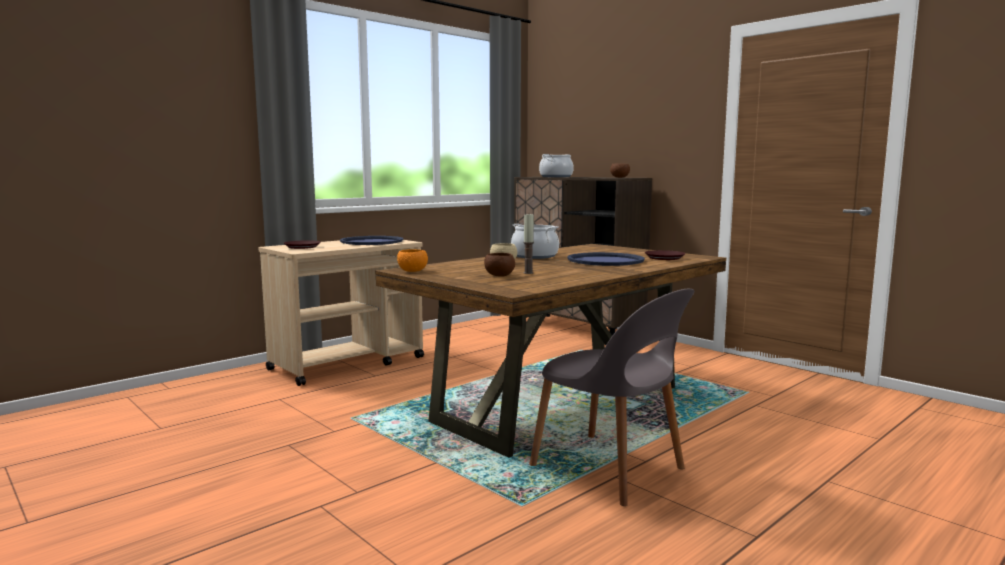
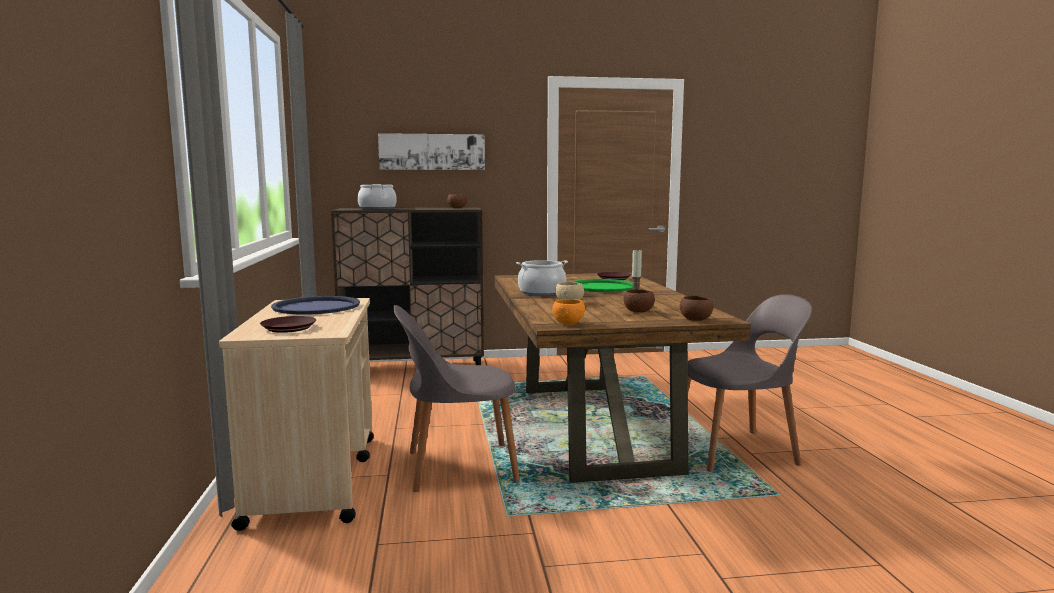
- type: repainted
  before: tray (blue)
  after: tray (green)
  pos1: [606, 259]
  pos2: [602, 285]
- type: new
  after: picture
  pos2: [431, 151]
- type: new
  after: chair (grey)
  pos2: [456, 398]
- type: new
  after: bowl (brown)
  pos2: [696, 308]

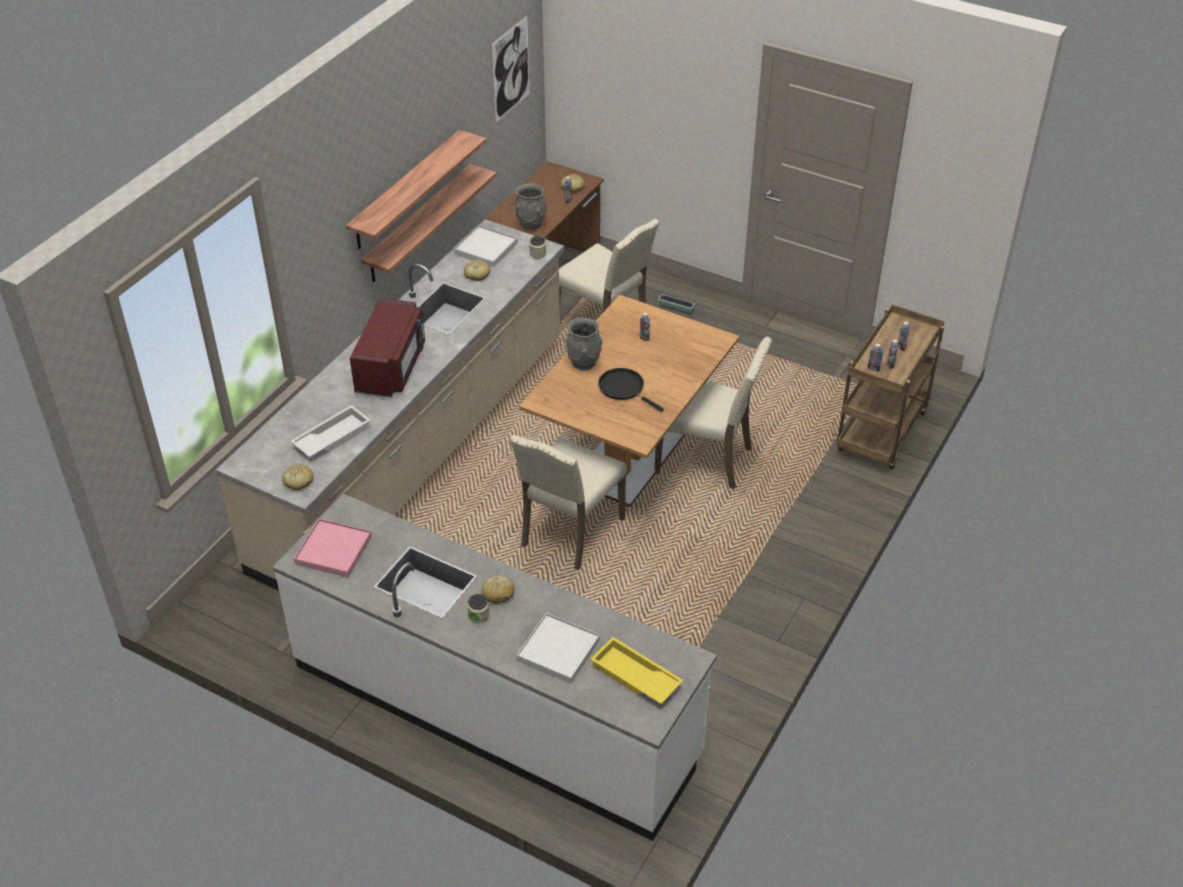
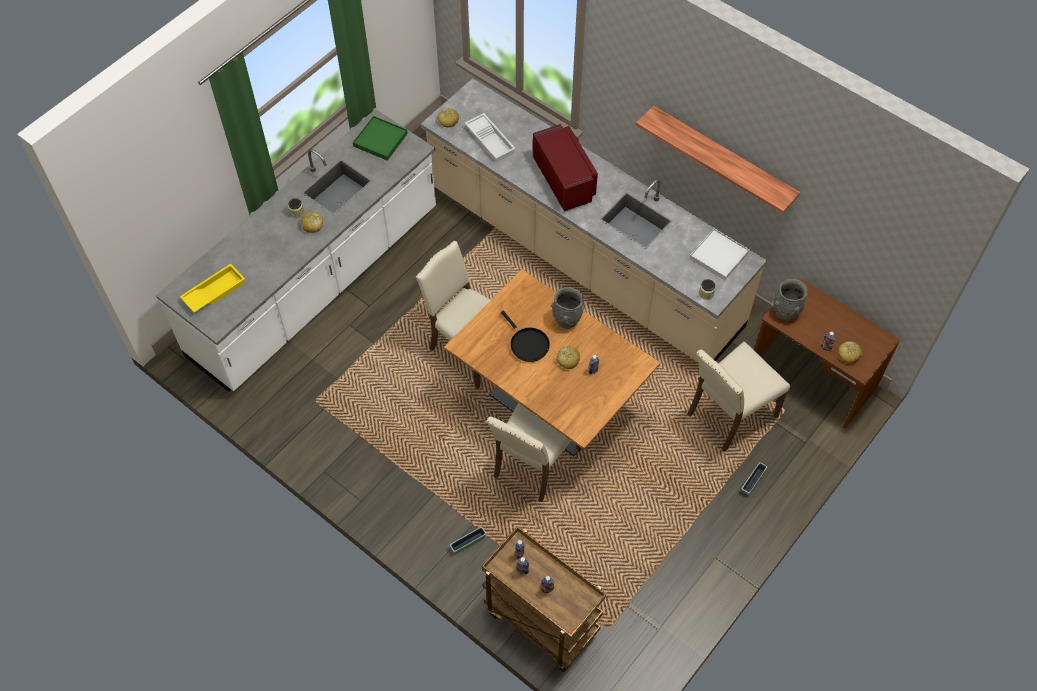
- type: repainted
  before: tray (pink)
  after: tray (green)
  pos1: [333, 548]
  pos2: [380, 138]
- type: rotated
  before: microwave (red)
  pos1: [387, 347]
  pos2: [565, 168]
  turn: -135
- type: gone
  before: shelf
  pos1: [429, 223]
- type: shifted
  before: bread
  pos1: [477, 270]
  pos2: [568, 357]
- type: gone
  before: picture
  pos1: [511, 69]
- type: gone
  before: tray (white)
  pos1: [558, 648]
- type: rotated
  before: frying pan (black)
  pos1: [631, 390]
  pos2: [525, 336]
  turn: 90
- type: new
  after: planter
  pos2: [468, 540]

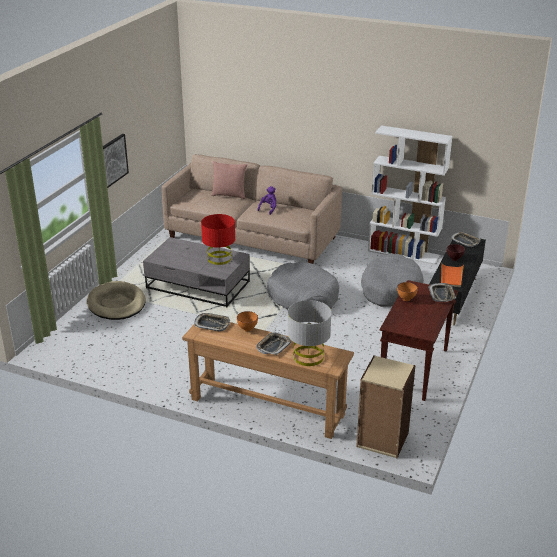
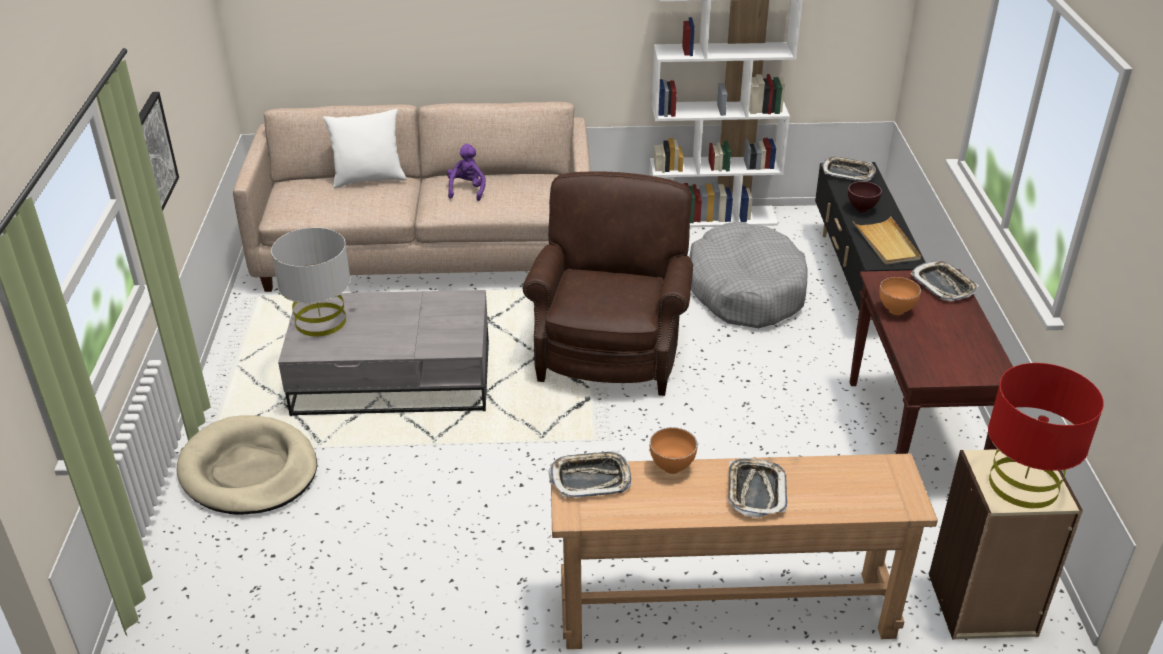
- type: shifted
  before: table lamp (red)
  pos1: [218, 239]
  pos2: [1046, 435]
- type: repainted
  before: pillow (pink)
  after: pillow (white)
  pos1: [229, 180]
  pos2: [365, 148]
- type: swapped
  before: dog bed (grey)
  after: armchair (brown)
  pos1: [303, 285]
  pos2: [608, 284]
- type: shifted
  before: table lamp (grey)
  pos1: [309, 333]
  pos2: [311, 282]
- type: repainted
  before: tray (orange)
  after: tray (beige)
  pos1: [452, 274]
  pos2: [887, 240]

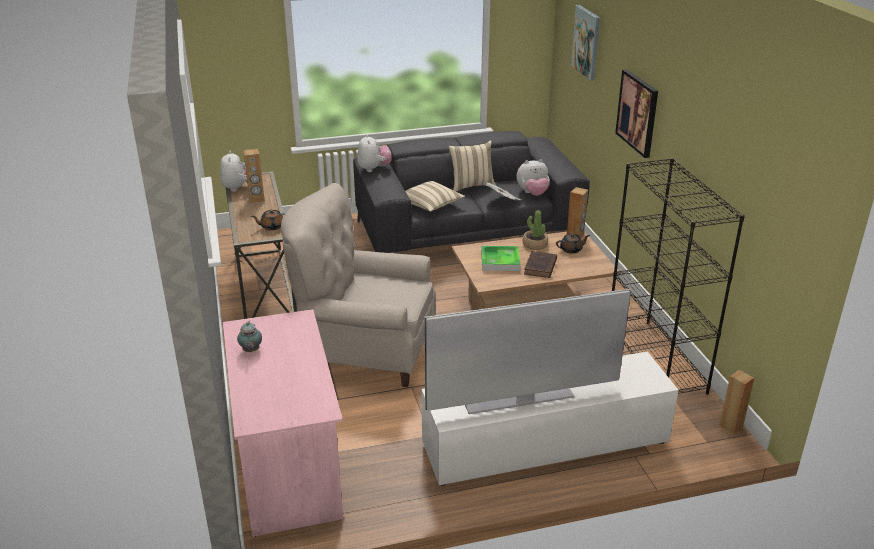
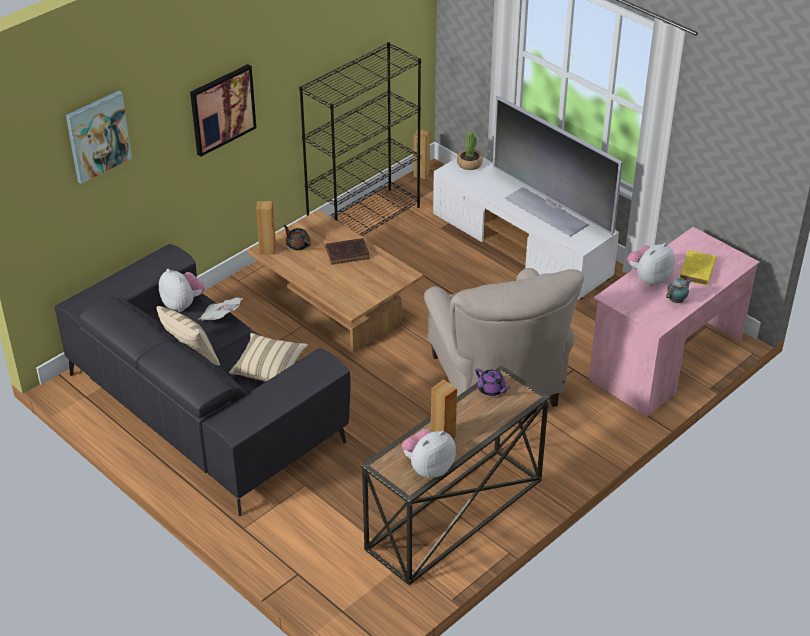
- type: repainted
  before: teapot (brown)
  after: teapot (purple)
  pos1: [268, 220]
  pos2: [492, 382]
- type: shifted
  before: plush toy
  pos1: [374, 153]
  pos2: [651, 264]
- type: gone
  before: tray
  pos1: [501, 258]
- type: shifted
  before: potted plant
  pos1: [535, 230]
  pos2: [470, 150]
- type: new
  after: book (yellow)
  pos2: [698, 268]

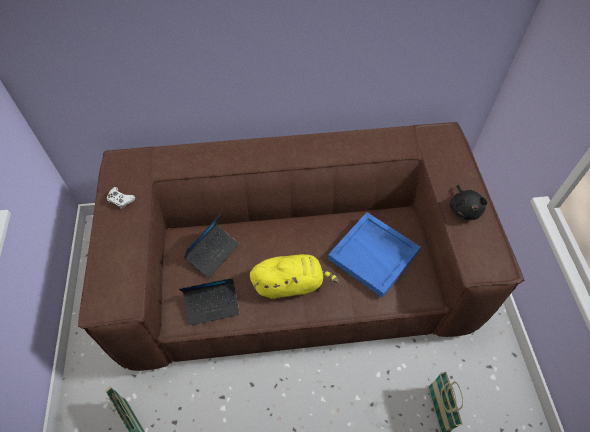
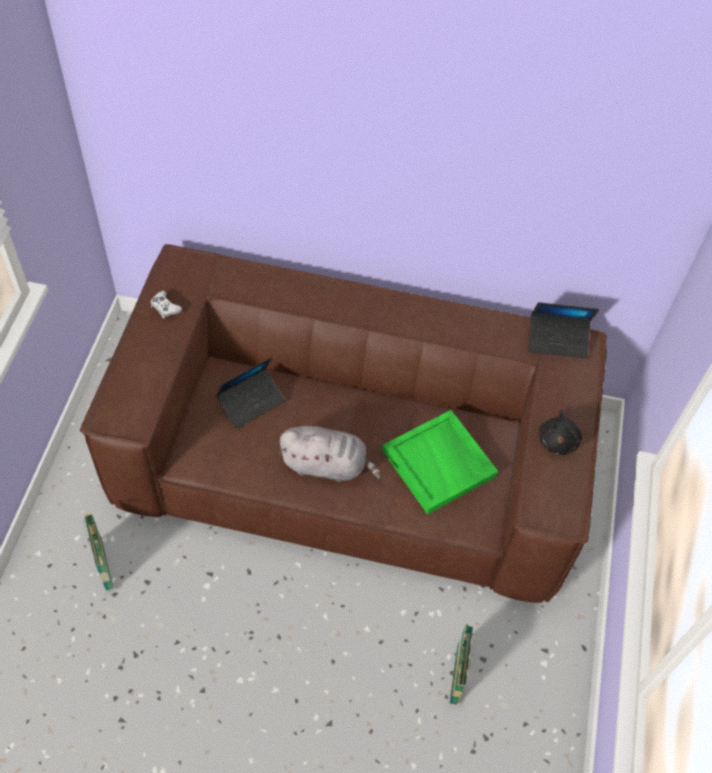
- type: shifted
  before: laptop
  pos1: [209, 302]
  pos2: [563, 330]
- type: repainted
  before: plush toy (yellow)
  after: plush toy (grey)
  pos1: [294, 276]
  pos2: [330, 454]
- type: repainted
  before: tray (blue)
  after: tray (green)
  pos1: [374, 255]
  pos2: [440, 462]

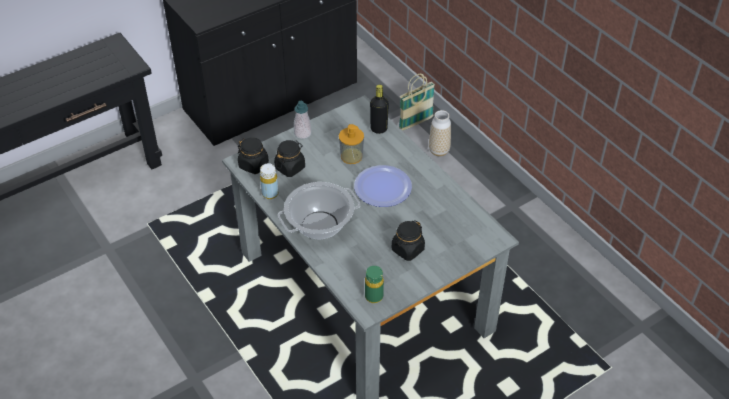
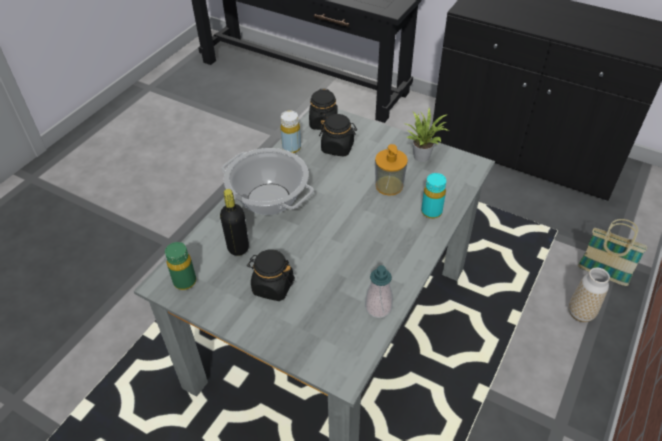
- type: shifted
  before: soap dispenser
  pos1: [303, 120]
  pos2: [379, 291]
- type: gone
  before: plate
  pos1: [383, 186]
- type: shifted
  before: bottle (black)
  pos1: [379, 109]
  pos2: [234, 222]
- type: new
  after: potted plant
  pos2: [428, 135]
- type: new
  after: bottle (turquoise)
  pos2: [433, 196]

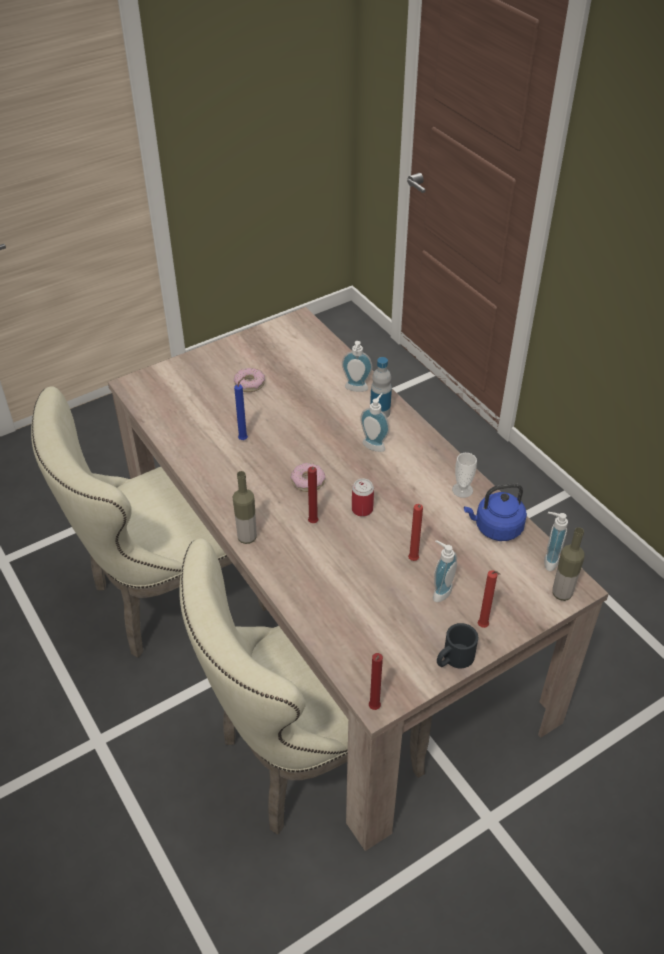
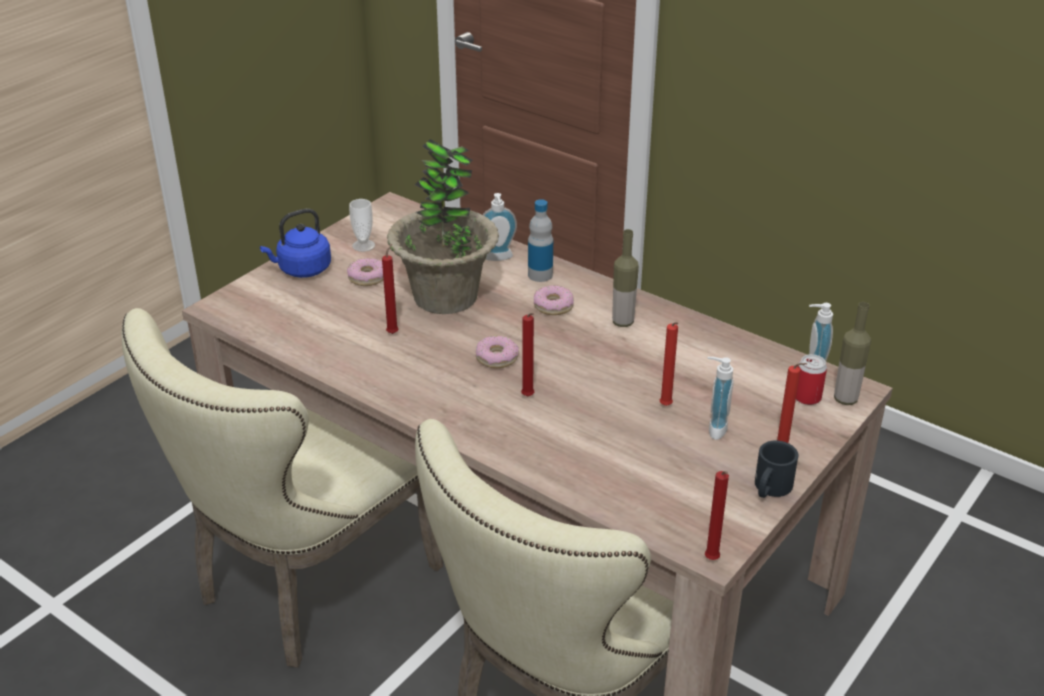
- type: shifted
  before: bottle
  pos1: [245, 507]
  pos2: [625, 278]
- type: repainted
  before: candle (blue)
  after: candle (red)
  pos1: [241, 408]
  pos2: [390, 289]
- type: shifted
  before: can
  pos1: [363, 498]
  pos2: [811, 379]
- type: swapped
  before: soap dispenser
  after: donut
  pos1: [374, 422]
  pos2: [554, 300]
- type: shifted
  before: cup
  pos1: [464, 475]
  pos2: [362, 225]
- type: shifted
  before: kettle (blue)
  pos1: [495, 512]
  pos2: [295, 243]
- type: new
  after: potted plant
  pos2: [443, 226]

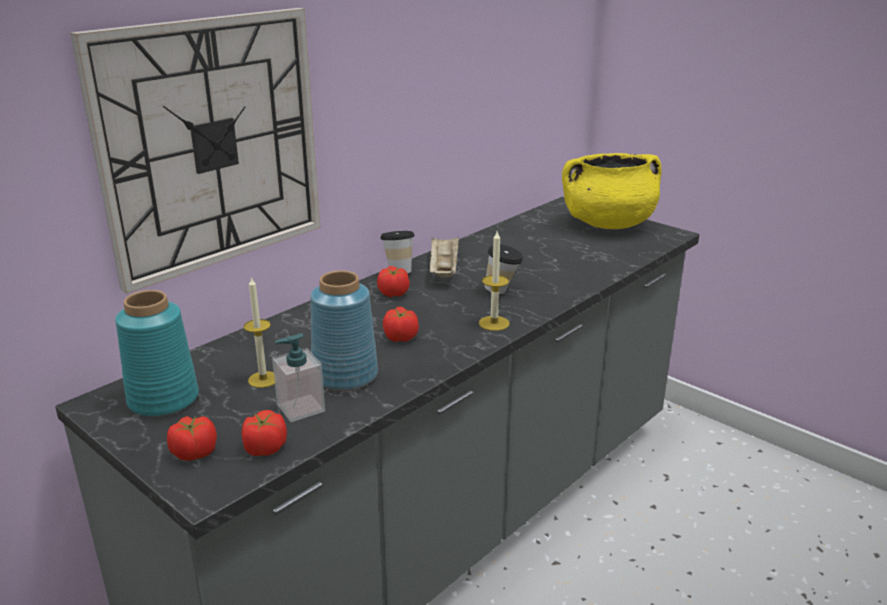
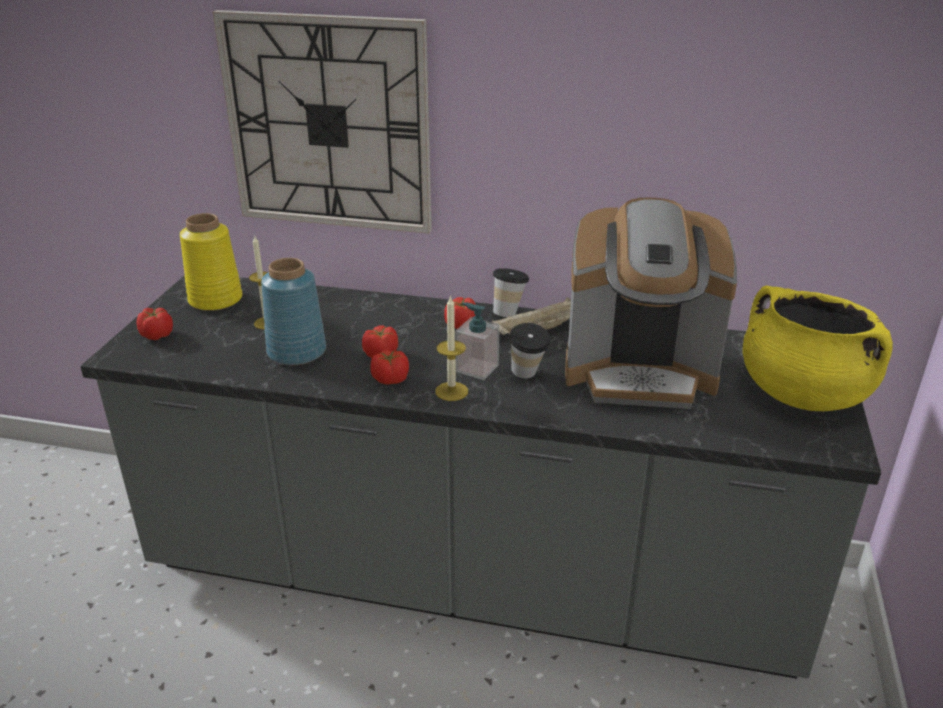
- type: repainted
  before: vase (turquoise)
  after: vase (yellow)
  pos1: [157, 353]
  pos2: [211, 262]
- type: shifted
  before: tomato
  pos1: [264, 433]
  pos2: [389, 367]
- type: shifted
  before: soap dispenser
  pos1: [298, 377]
  pos2: [478, 341]
- type: new
  after: coffee machine
  pos2: [651, 303]

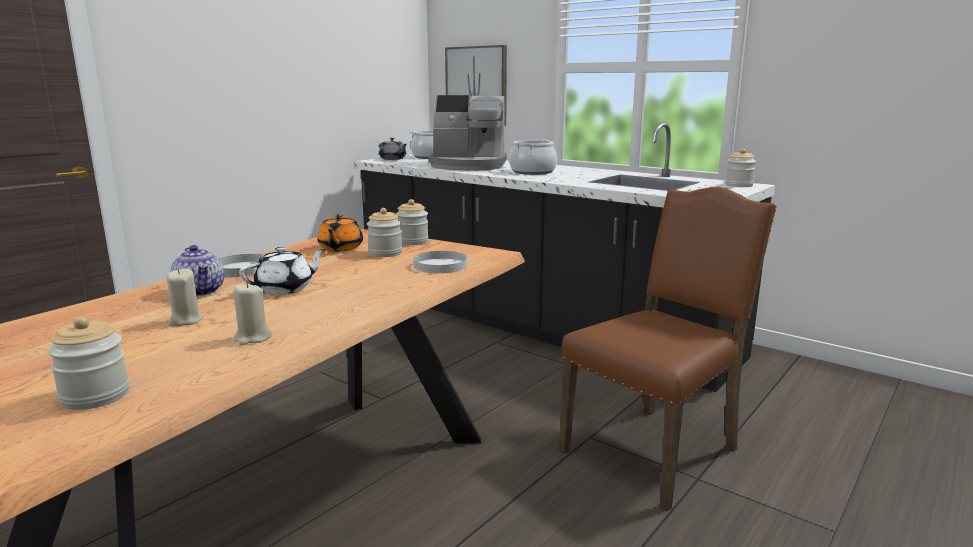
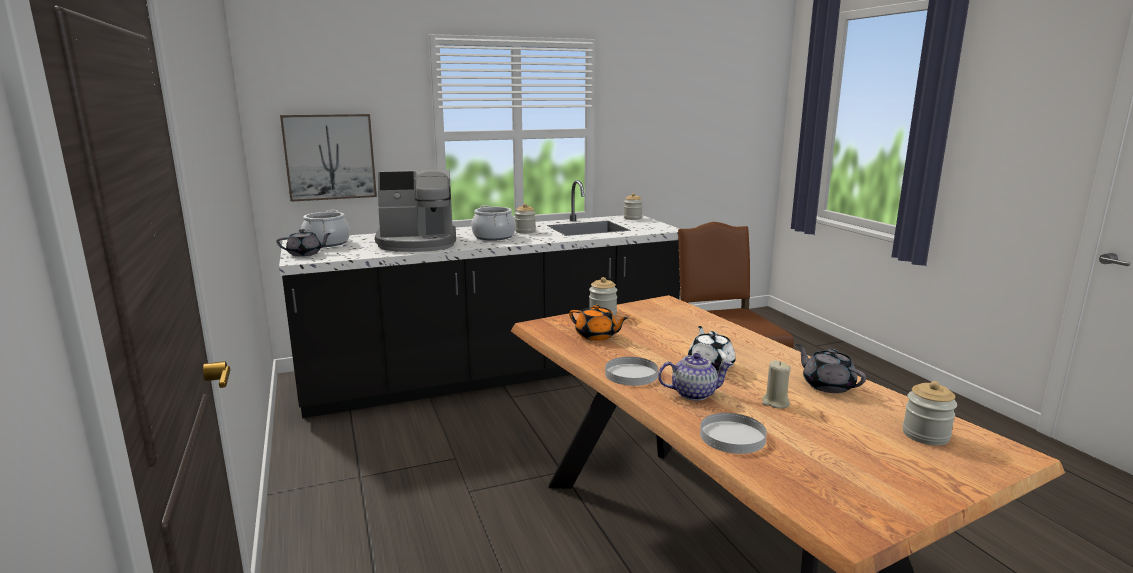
- type: swapped
  before: candle (beige)
  after: teapot (grey)
  pos1: [252, 313]
  pos2: [831, 368]
- type: shifted
  before: jar
  pos1: [384, 232]
  pos2: [525, 218]
- type: shifted
  before: plate (white)
  pos1: [440, 262]
  pos2: [733, 433]
- type: rotated
  before: coffee machine
  pos1: [467, 132]
  pos2: [415, 211]
  turn: 45

